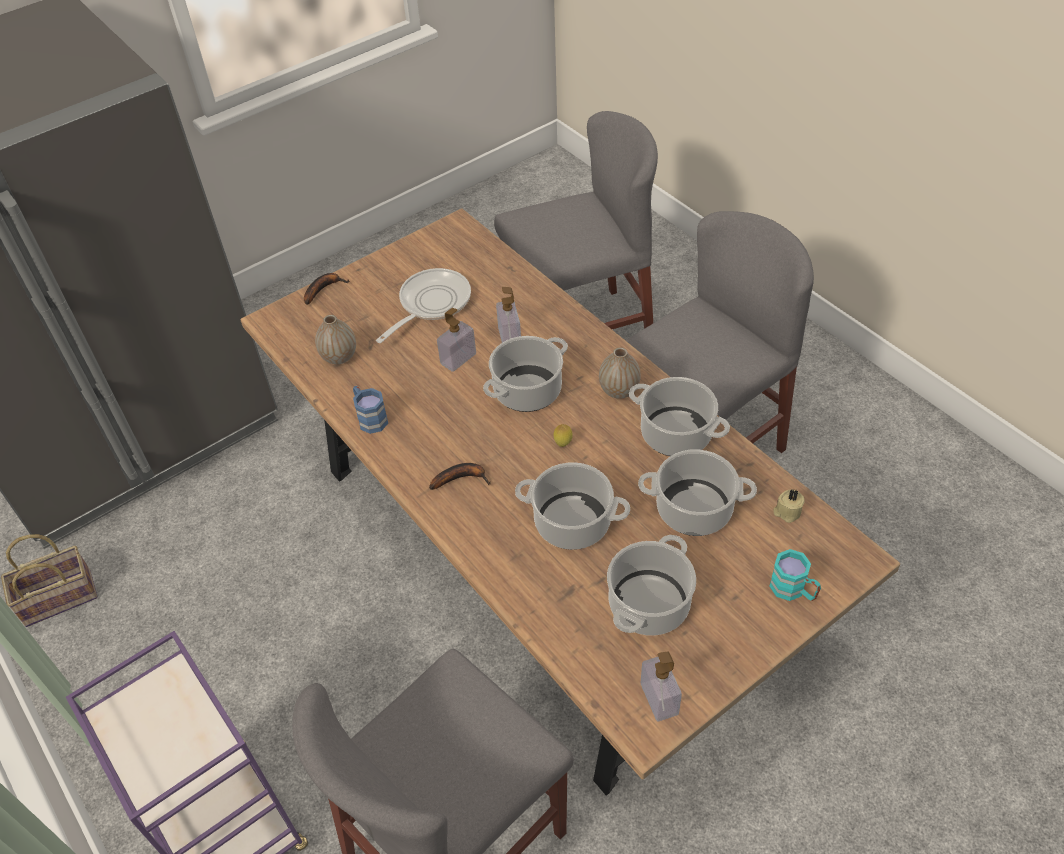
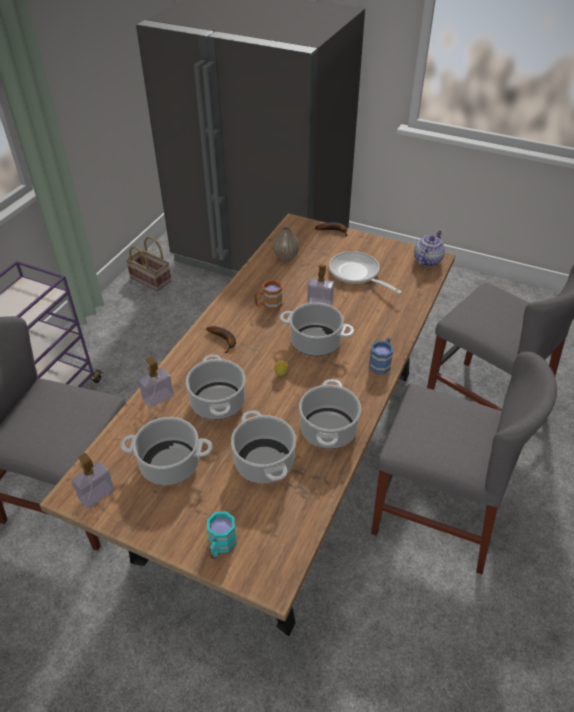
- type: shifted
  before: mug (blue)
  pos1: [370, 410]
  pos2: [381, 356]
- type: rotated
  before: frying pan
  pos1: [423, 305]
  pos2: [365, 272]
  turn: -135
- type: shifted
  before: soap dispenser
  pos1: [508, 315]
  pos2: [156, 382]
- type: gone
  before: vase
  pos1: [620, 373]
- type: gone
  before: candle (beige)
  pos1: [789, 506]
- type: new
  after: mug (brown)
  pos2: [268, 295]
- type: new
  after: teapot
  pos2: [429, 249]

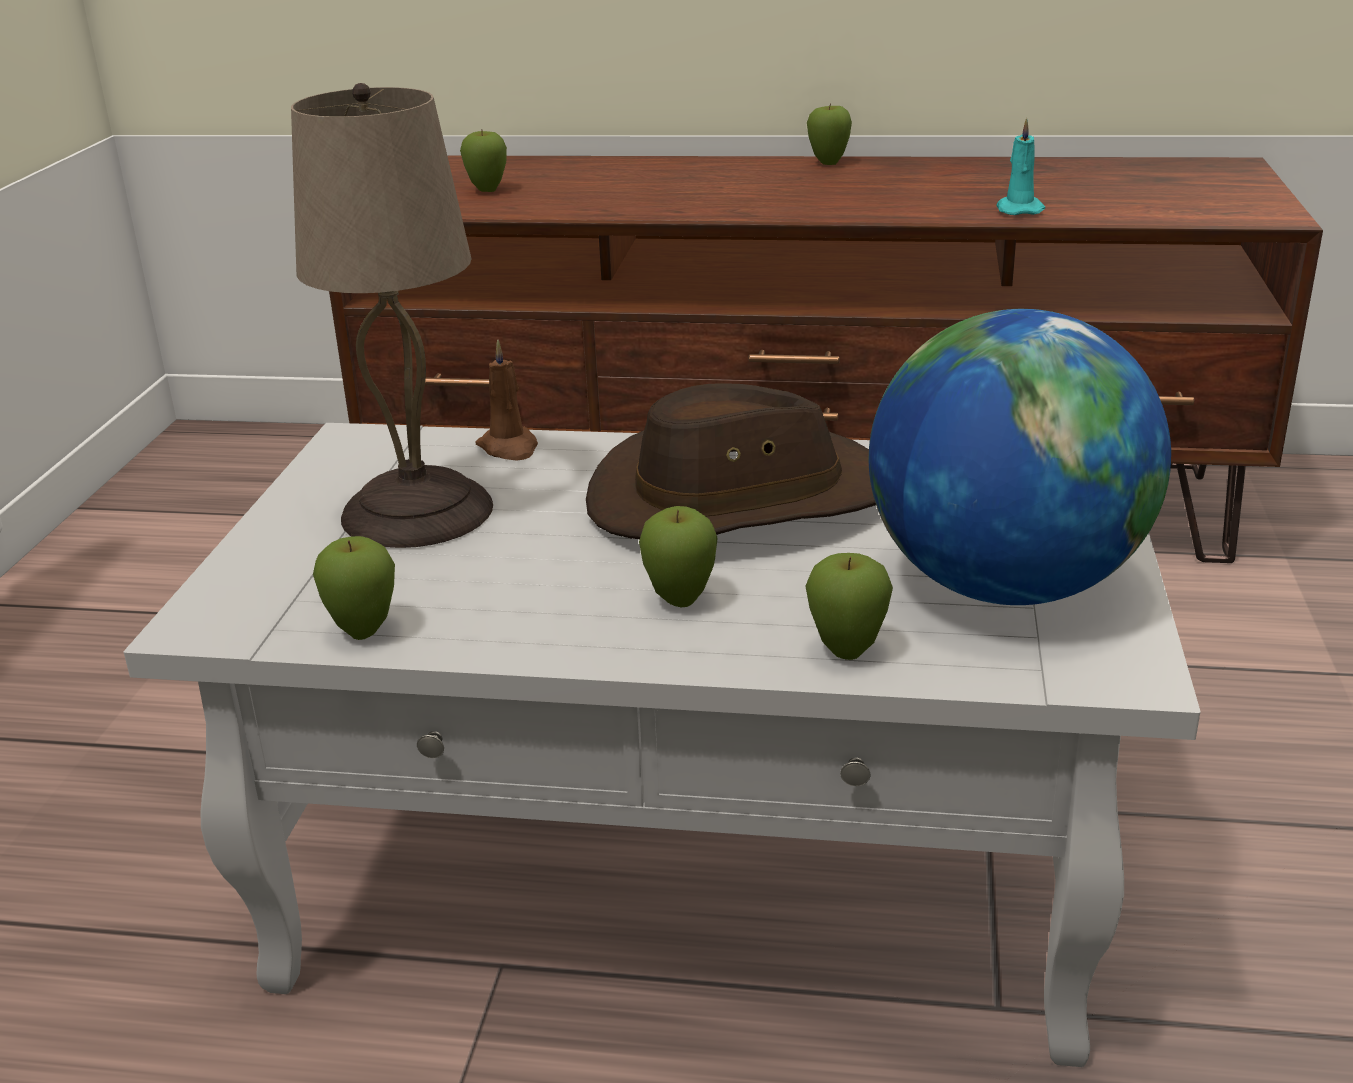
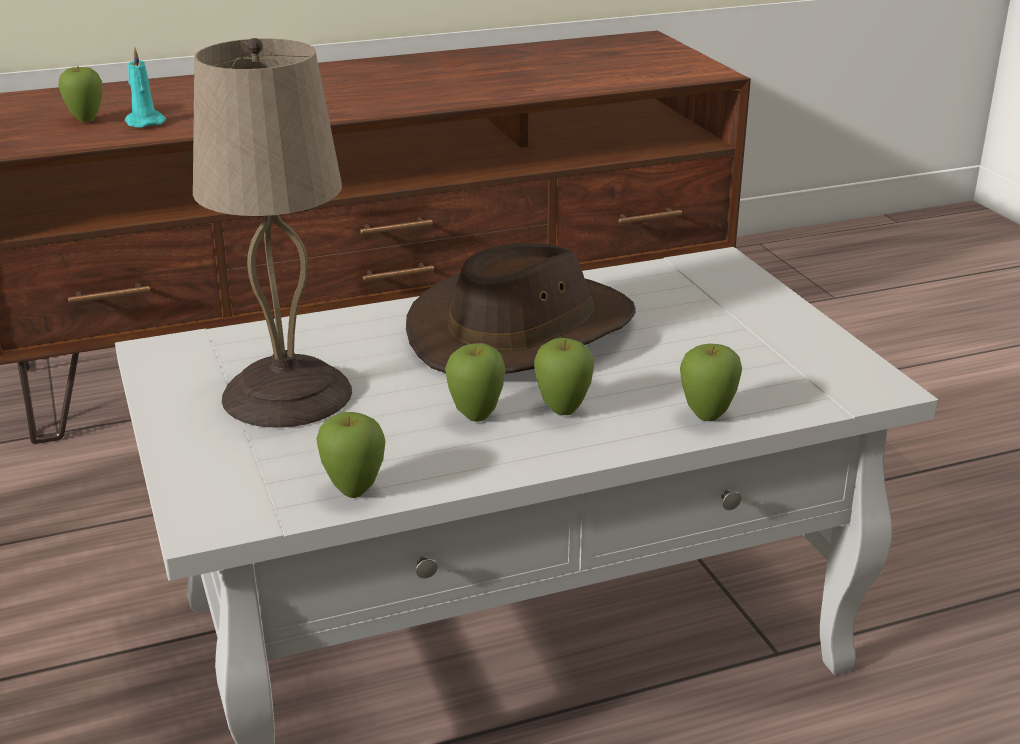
- type: gone
  before: candle (brown)
  pos1: [507, 400]
- type: shifted
  before: apple
  pos1: [829, 134]
  pos2: [475, 382]
- type: gone
  before: globe
  pos1: [1019, 457]
- type: shifted
  before: candle (turquoise)
  pos1: [1020, 166]
  pos2: [145, 87]

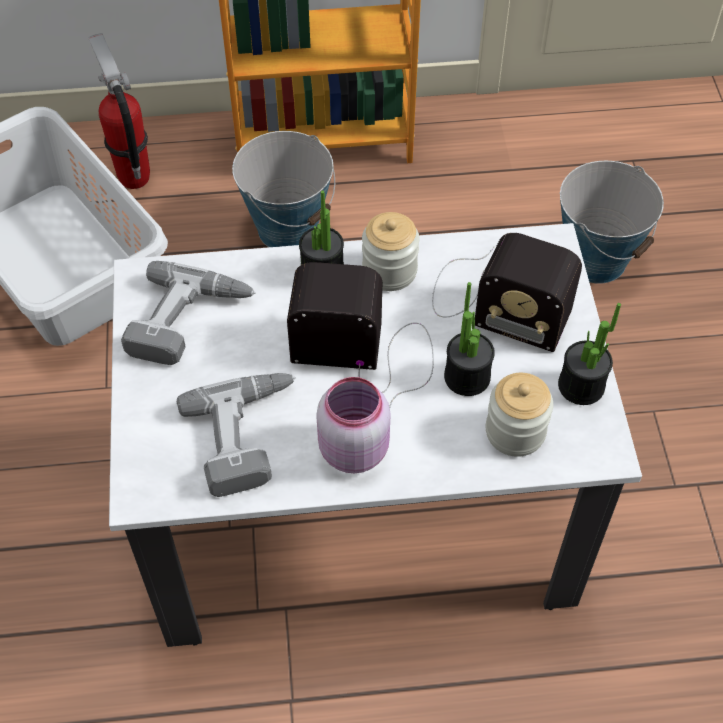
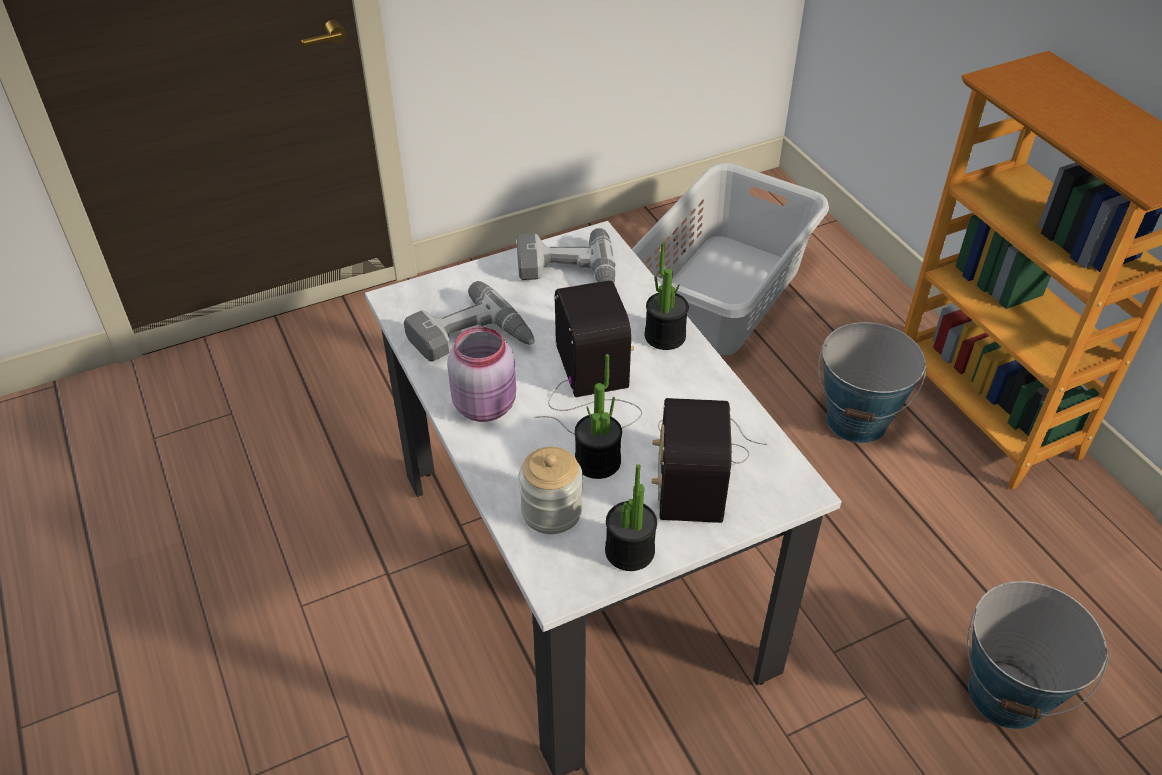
- type: gone
  before: fire extinguisher
  pos1: [119, 111]
- type: gone
  before: jar
  pos1: [391, 251]

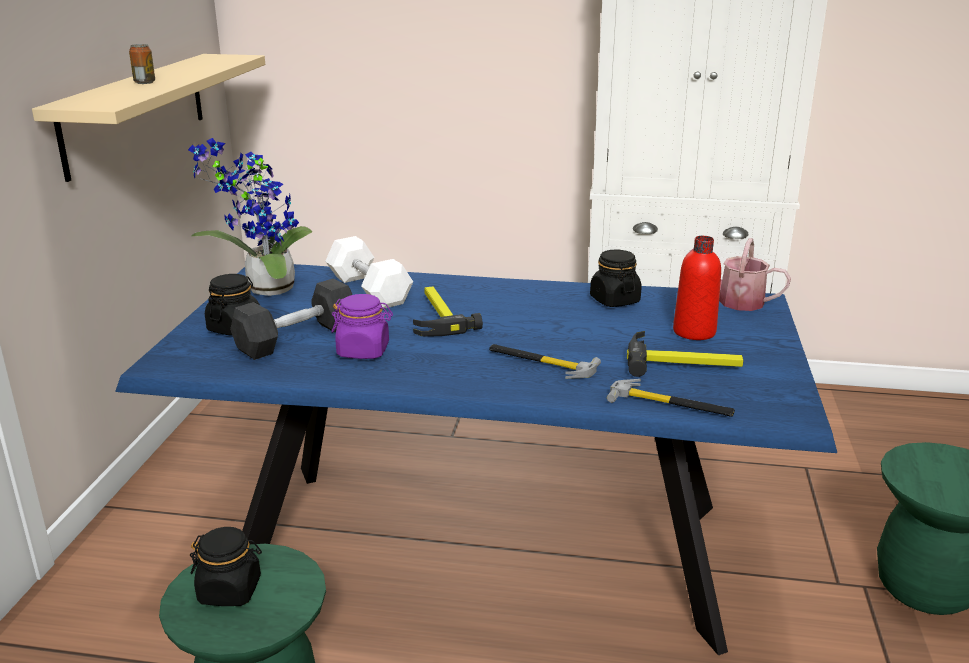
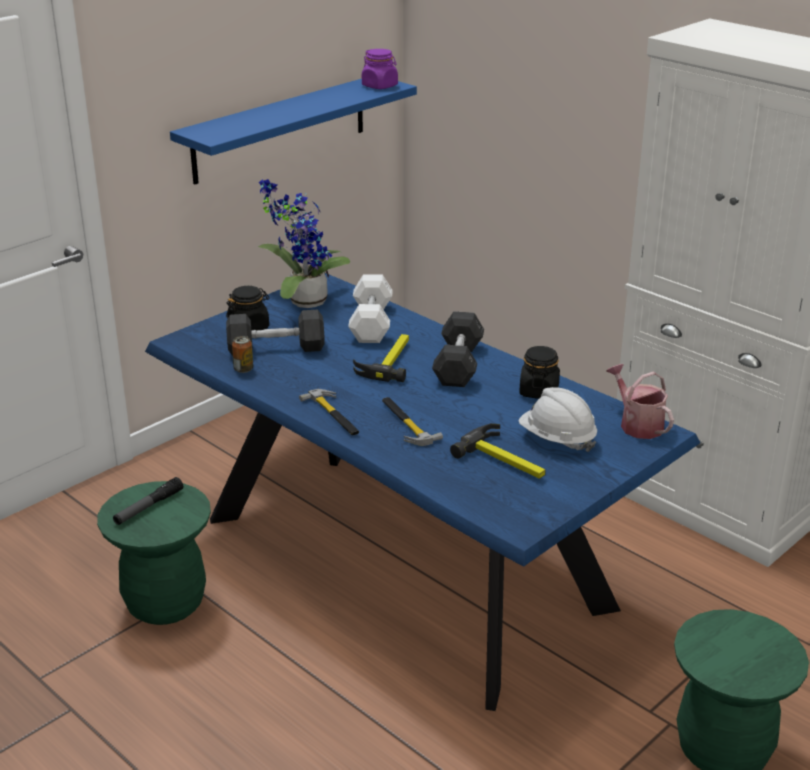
- type: repainted
  before: shelf (beige)
  after: shelf (blue)
  pos1: [148, 118]
  pos2: [293, 132]
- type: shifted
  before: can
  pos1: [142, 64]
  pos2: [242, 354]
- type: swapped
  before: jar (black)
  after: flashlight
  pos1: [226, 566]
  pos2: [148, 501]
- type: shifted
  before: jar (purple)
  pos1: [362, 326]
  pos2: [380, 69]
- type: shifted
  before: hammer
  pos1: [671, 398]
  pos2: [329, 412]
- type: swapped
  before: bottle (red)
  after: hard hat (white)
  pos1: [697, 288]
  pos2: [558, 419]
- type: new
  after: dumbbell (grey)
  pos2: [458, 349]

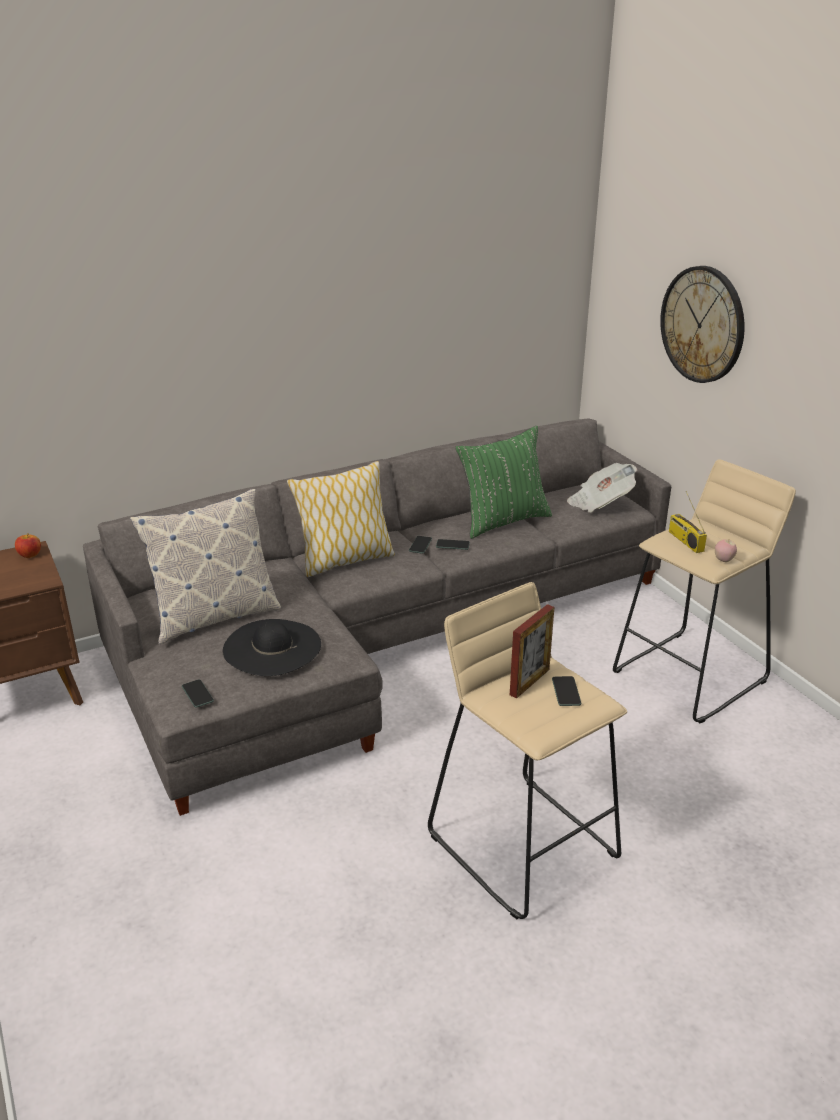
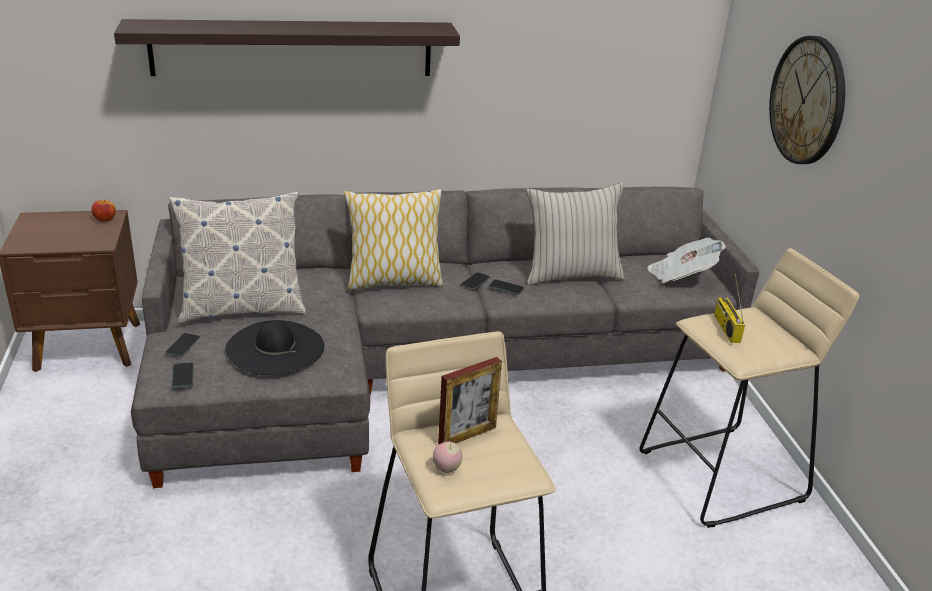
- type: repainted
  before: pillow (green)
  after: pillow (beige)
  pos1: [503, 482]
  pos2: [575, 234]
- type: shifted
  before: phone
  pos1: [566, 691]
  pos2: [182, 345]
- type: shifted
  before: apple
  pos1: [726, 550]
  pos2: [448, 457]
- type: new
  after: shelf
  pos2: [287, 47]

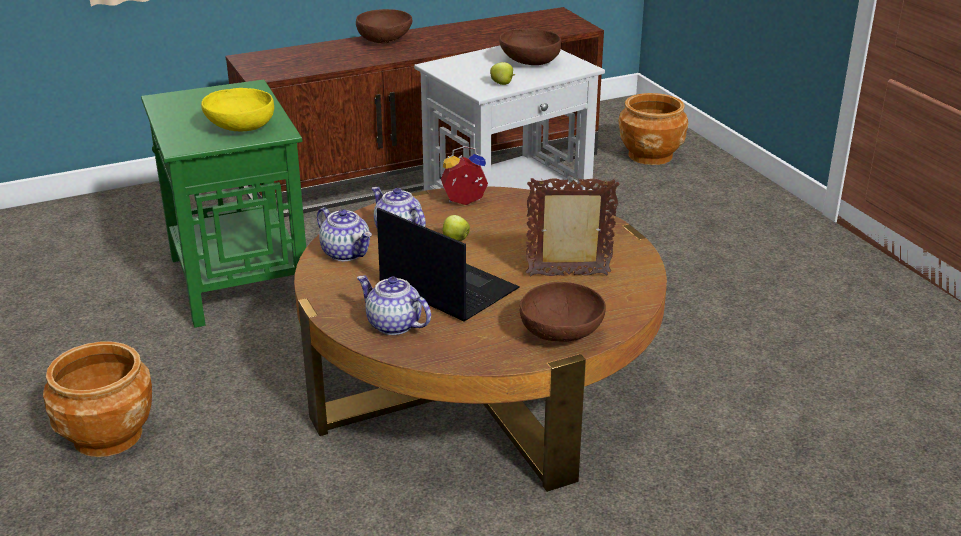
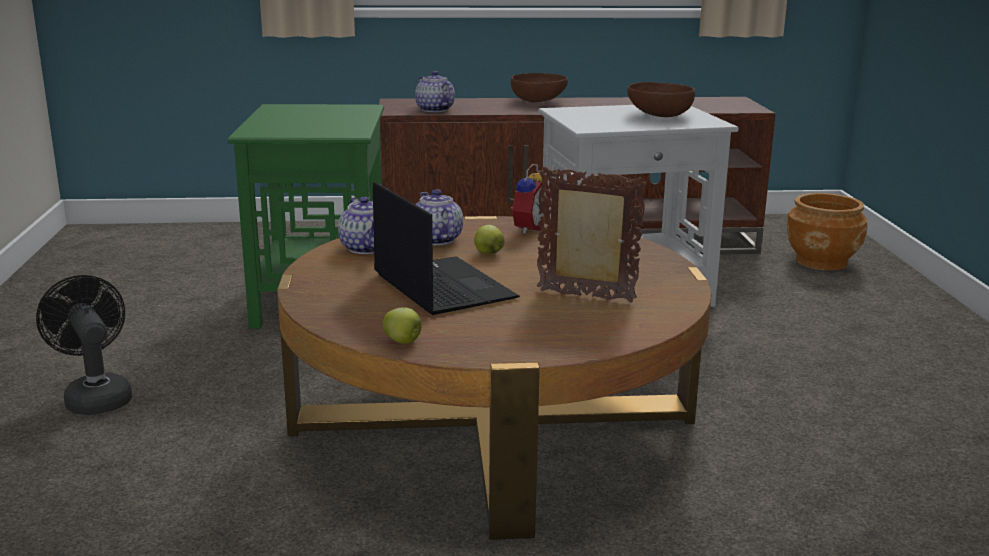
- type: swapped
  before: planter (brown)
  after: fan (black)
  pos1: [97, 399]
  pos2: [84, 345]
- type: gone
  before: bowl (yellow)
  pos1: [237, 110]
- type: shifted
  before: teapot
  pos1: [394, 305]
  pos2: [435, 91]
- type: rotated
  before: alarm clock
  pos1: [464, 175]
  pos2: [529, 199]
  turn: 105
- type: shifted
  before: apple
  pos1: [502, 73]
  pos2: [402, 325]
- type: gone
  before: bowl (brown)
  pos1: [562, 312]

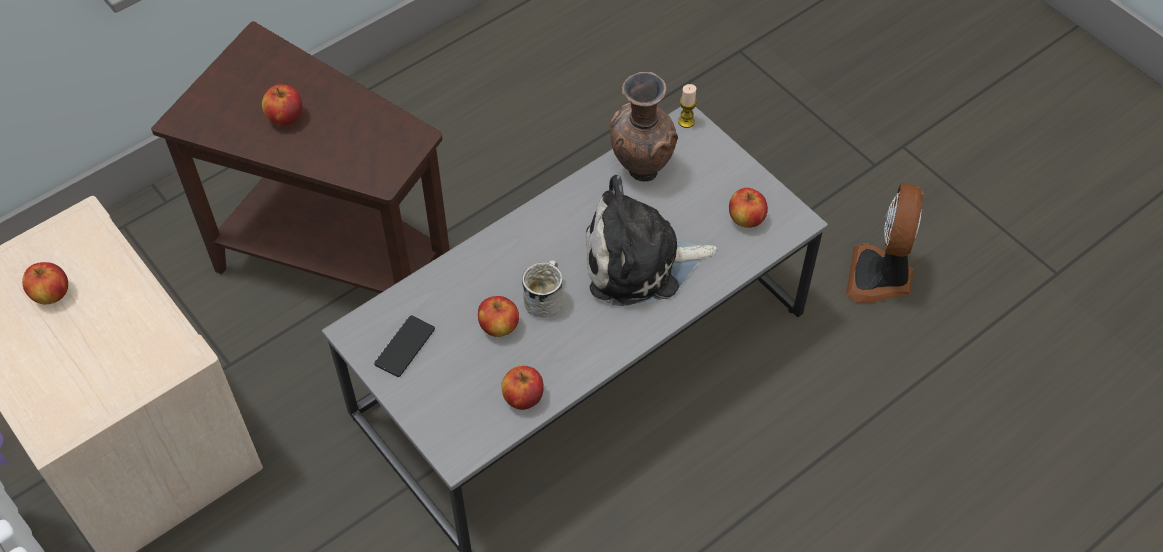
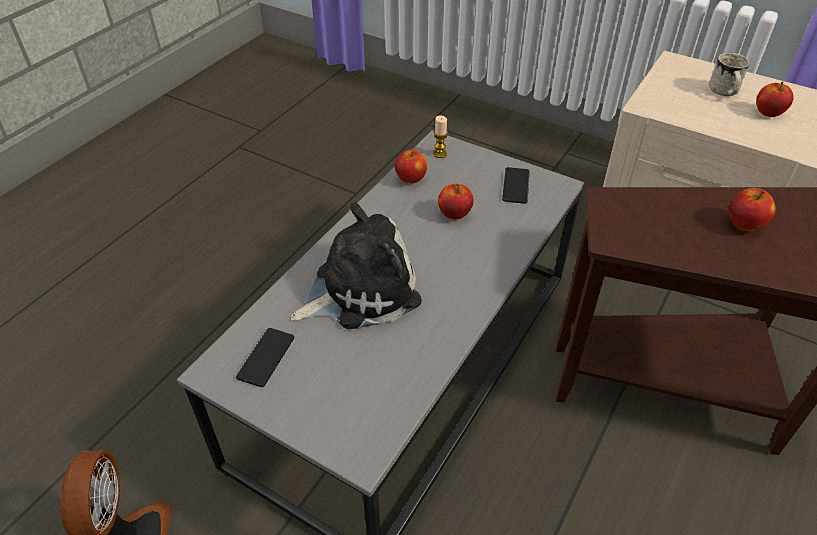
- type: shifted
  before: mug (white)
  pos1: [542, 289]
  pos2: [729, 74]
- type: gone
  before: vase (brown)
  pos1: [643, 127]
- type: shifted
  before: candle
  pos1: [687, 106]
  pos2: [440, 137]
- type: swapped
  before: apple
  after: phone
  pos1: [748, 208]
  pos2: [265, 357]

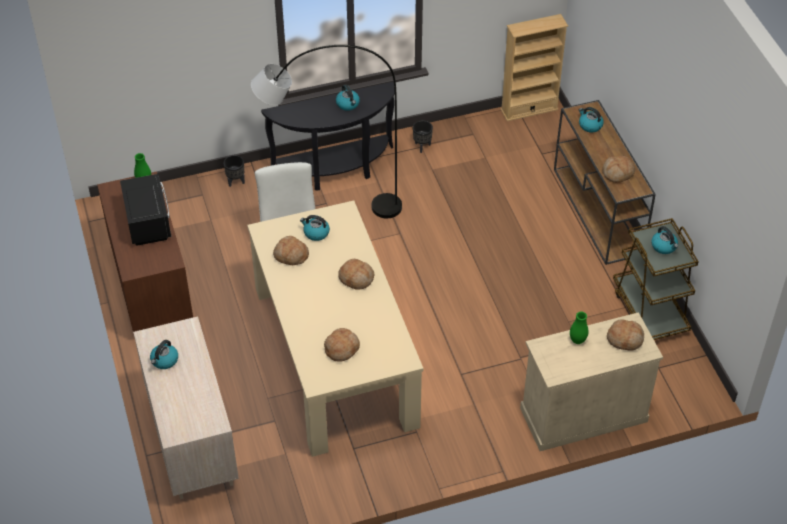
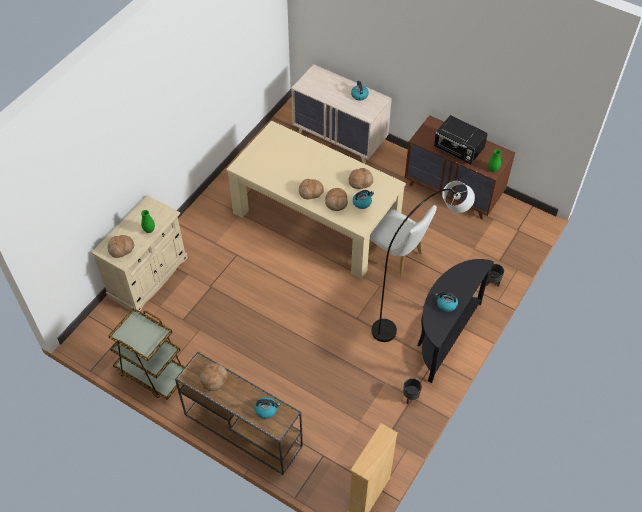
- type: shifted
  before: bread
  pos1: [342, 345]
  pos2: [336, 199]
- type: gone
  before: kettle
  pos1: [664, 240]

